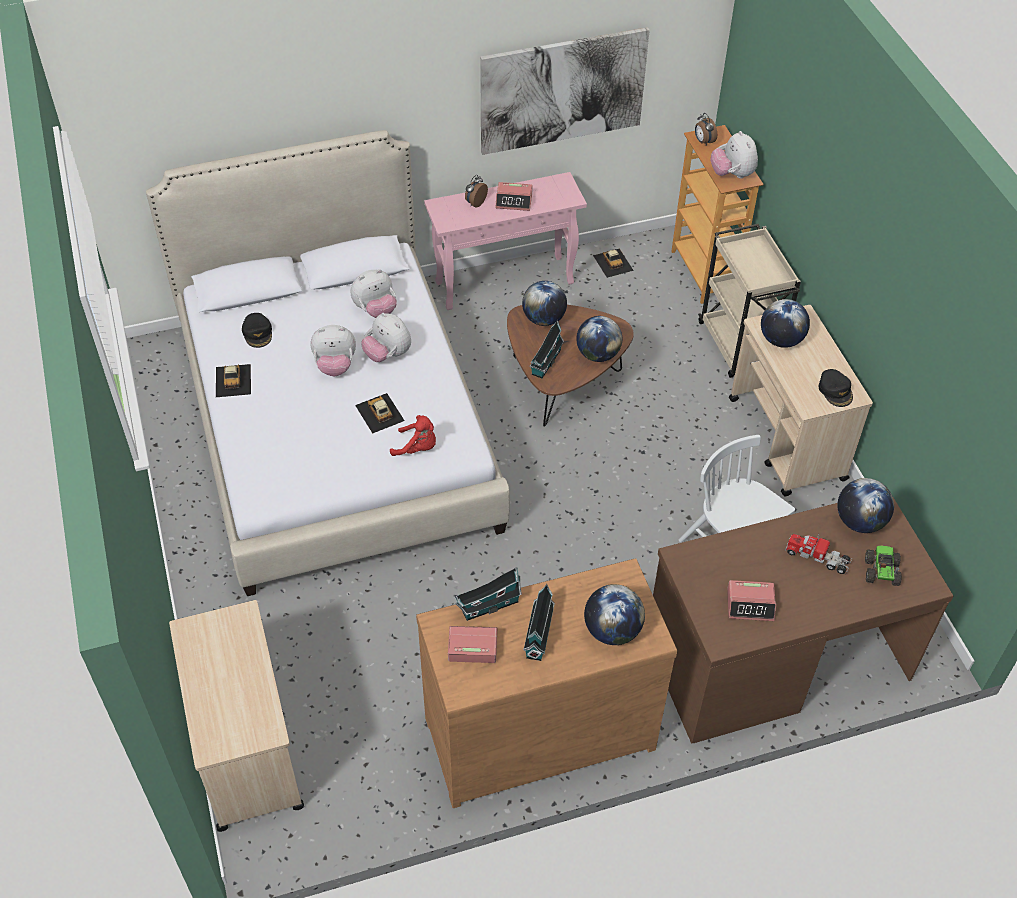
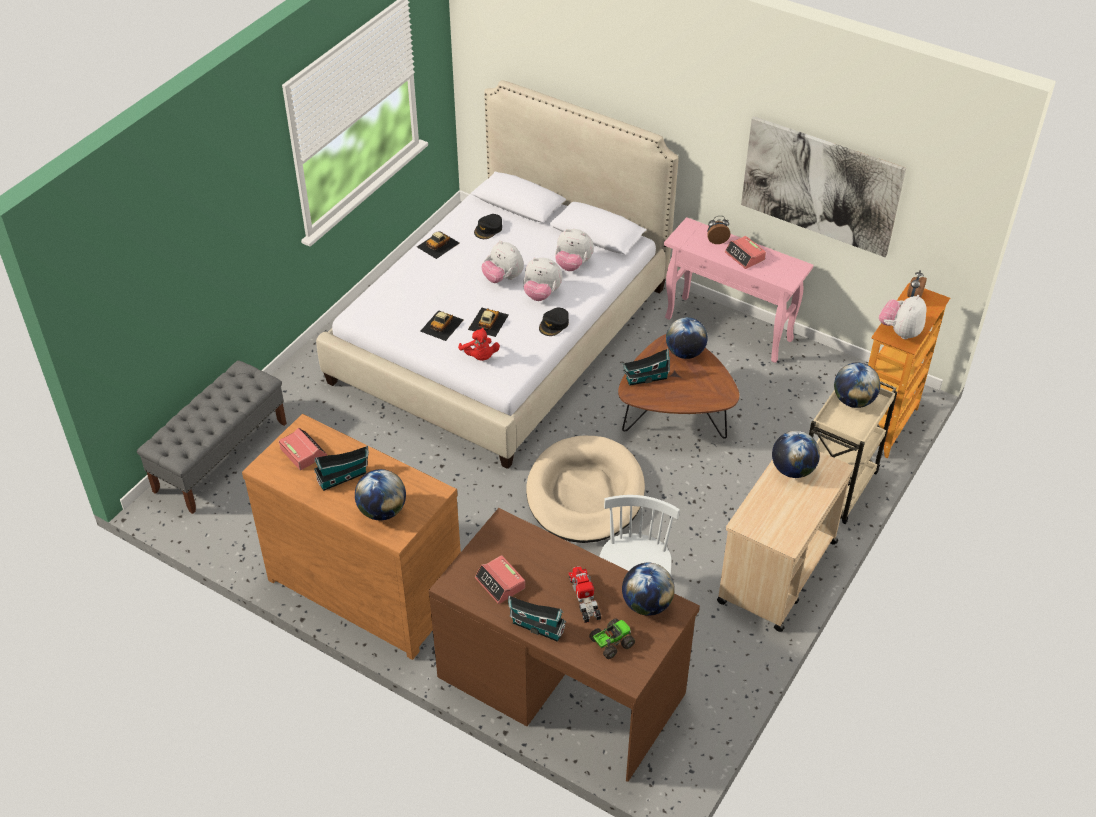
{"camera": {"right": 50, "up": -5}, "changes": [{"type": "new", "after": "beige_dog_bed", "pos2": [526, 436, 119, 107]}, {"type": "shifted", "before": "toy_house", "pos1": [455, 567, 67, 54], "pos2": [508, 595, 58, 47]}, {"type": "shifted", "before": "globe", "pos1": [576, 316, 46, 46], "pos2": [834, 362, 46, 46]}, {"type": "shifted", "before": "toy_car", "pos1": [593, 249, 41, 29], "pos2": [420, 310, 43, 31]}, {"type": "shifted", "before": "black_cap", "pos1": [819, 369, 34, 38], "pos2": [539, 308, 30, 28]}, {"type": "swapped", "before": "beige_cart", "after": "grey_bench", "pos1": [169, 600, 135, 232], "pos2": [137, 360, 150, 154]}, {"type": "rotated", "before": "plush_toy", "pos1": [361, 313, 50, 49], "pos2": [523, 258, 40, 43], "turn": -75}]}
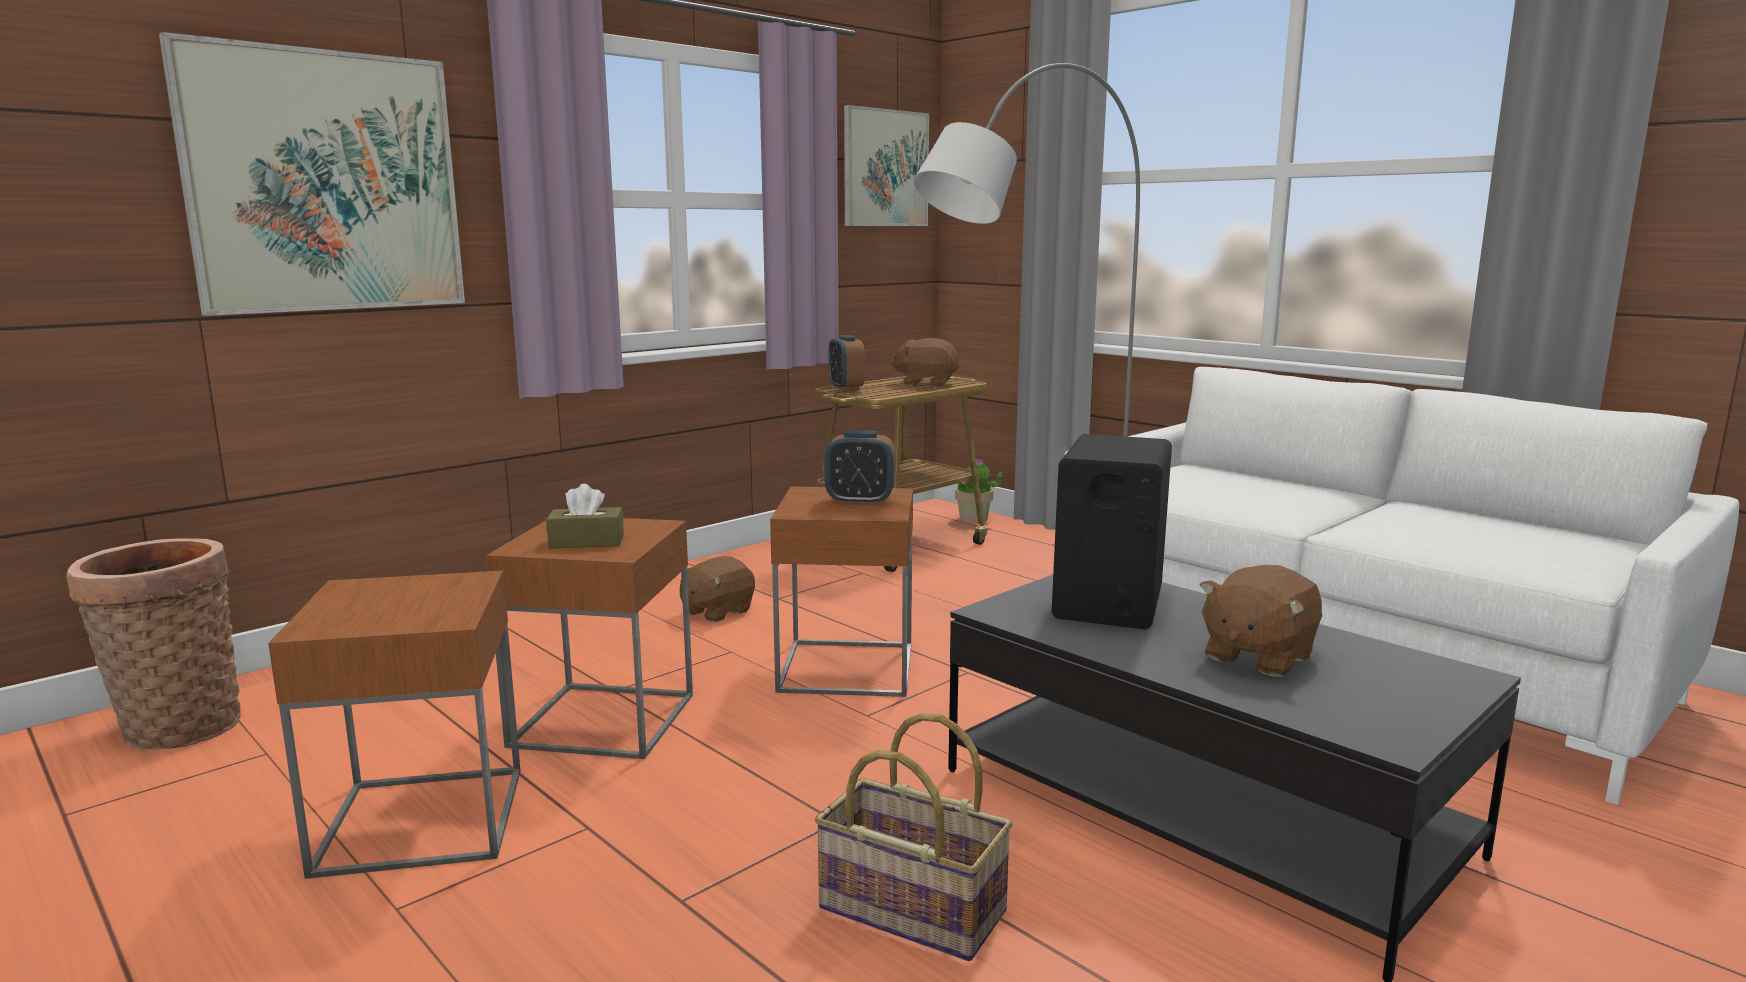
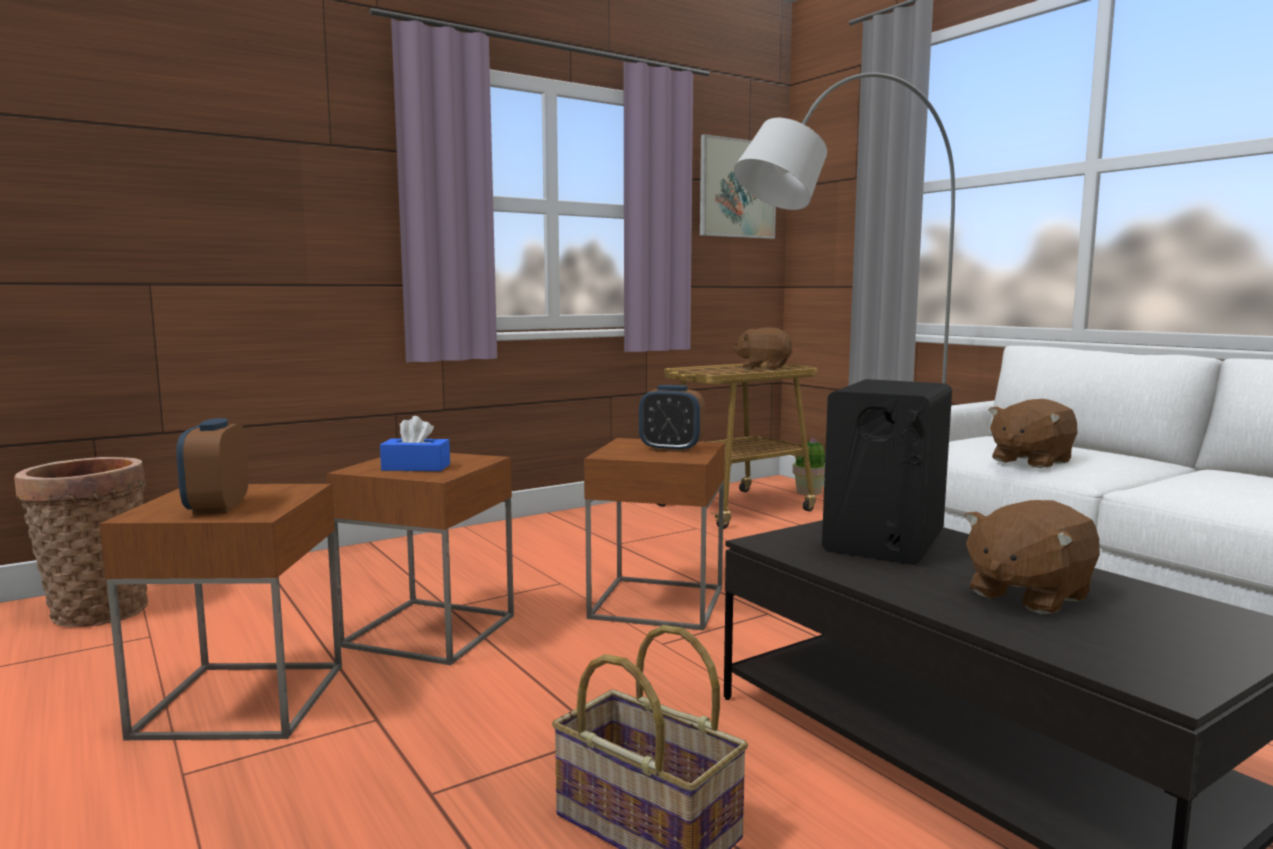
{"camera": {"right": 10, "up": -5}, "changes": [{"type": "gone", "before": "picture", "pos1": [159, 32, 306, 284]}, {"type": "shifted", "before": "brown_plush_toy", "pos1": [680, 556, 75, 67], "pos2": [989, 399, 89, 69]}, {"type": "shifted", "before": "alarm_clock", "pos1": [829, 335, 36, 56], "pos2": [176, 418, 73, 97]}, {"type": "repainted", "before": "brown_tissue_box", "after": "blue_tissue_box", "pos1": [546, 484, 78, 64], "pos2": [380, 416, 70, 55]}]}
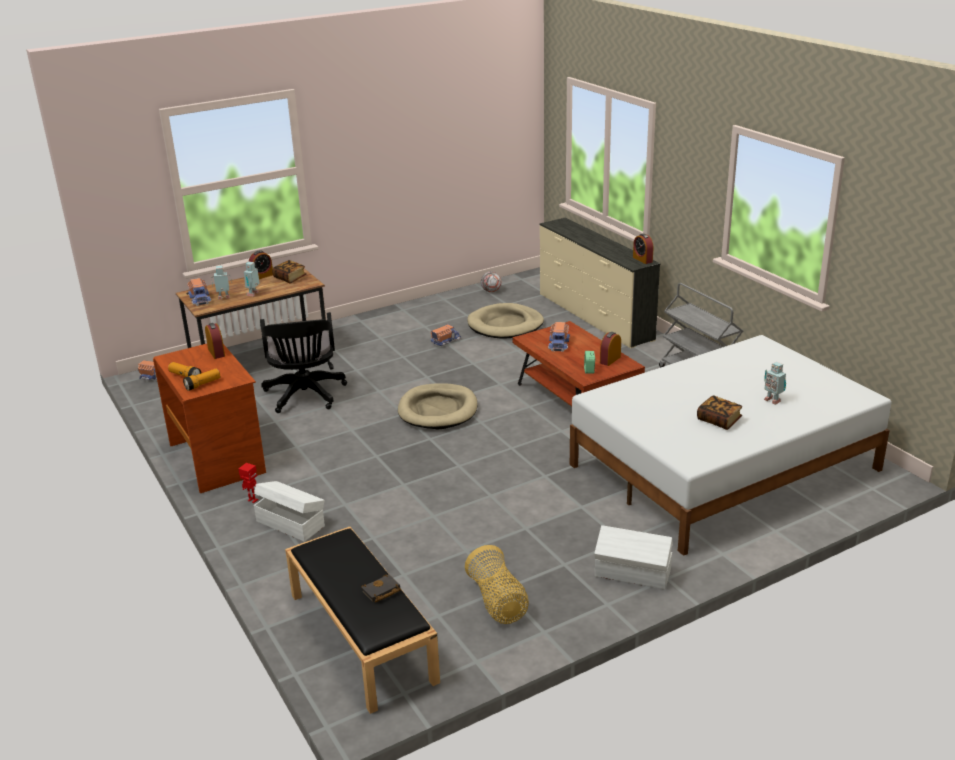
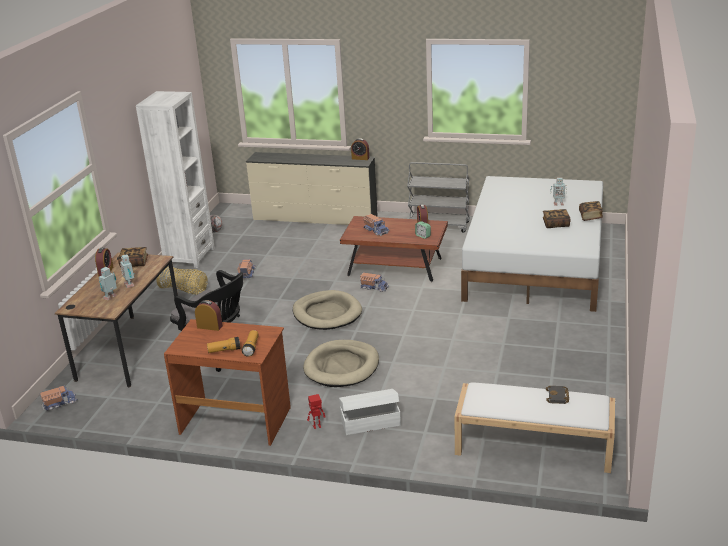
{"camera": {"right": -45, "up": 0}, "changes": [{"type": "gone", "before": "white_storage_box", "pos1": [594, 525, 79, 64]}, {"type": "new", "after": "white_bookcase", "pos2": [136, 91, 79, 177]}, {"type": "new", "after": "book", "pos2": [579, 201, 24, 20]}, {"type": "shifted", "before": "toy_truck", "pos1": [187, 278, 24, 28], "pos2": [360, 273, 29, 19]}, {"type": "shifted", "before": "basket", "pos1": [465, 545, 64, 79], "pos2": [156, 265, 52, 30]}, {"type": "shifted", "before": "beige_dog_bed", "pos1": [467, 303, 77, 36], "pos2": [303, 340, 76, 47]}, {"type": "repainted", "before": "black_bench", "after": "white_bench", "pos1": [285, 527, 155, 187], "pos2": [454, 382, 161, 91]}]}
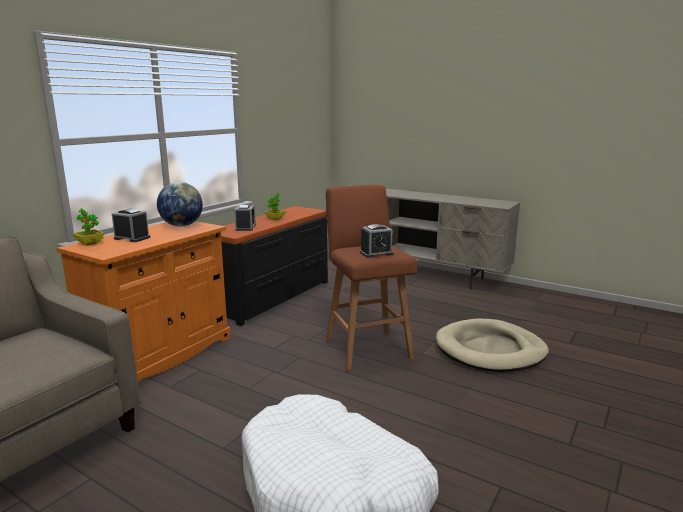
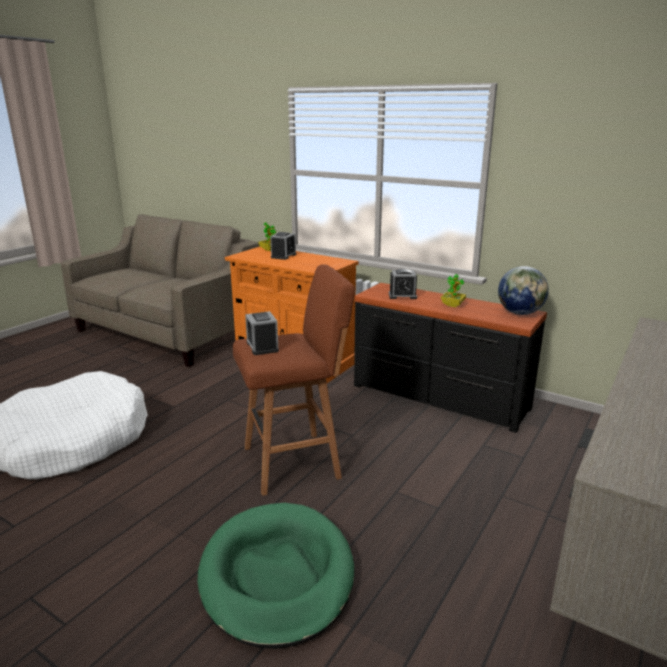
{"camera": {"right": 90, "up": 5}, "changes": [{"type": "shifted", "before": "globe", "pos1": [157, 182, 46, 45], "pos2": [498, 266, 51, 49]}, {"type": "repainted", "before": "beige_dog_bed", "after": "green_dog_bed", "pos1": [436, 319, 113, 53], "pos2": [198, 503, 156, 146]}]}
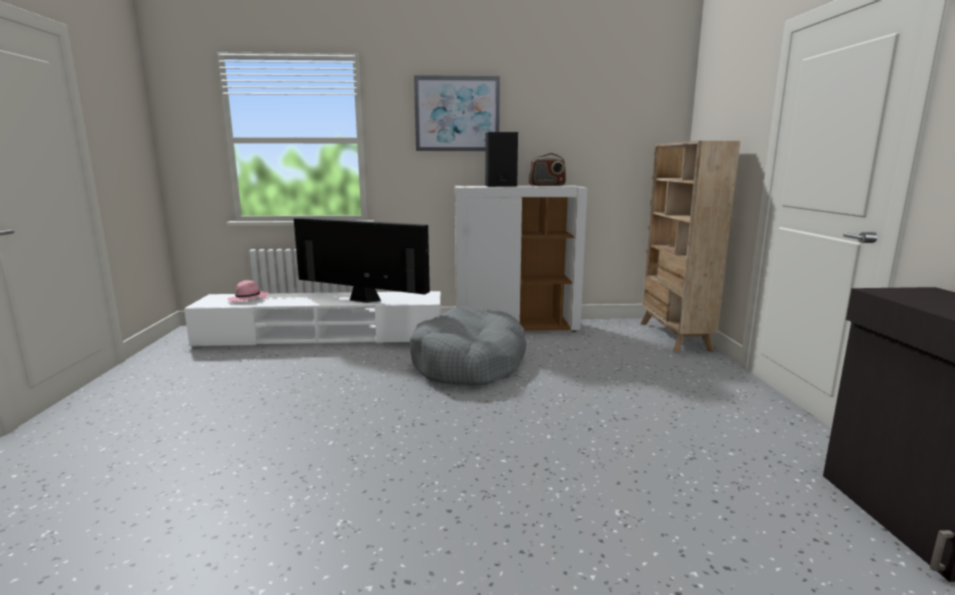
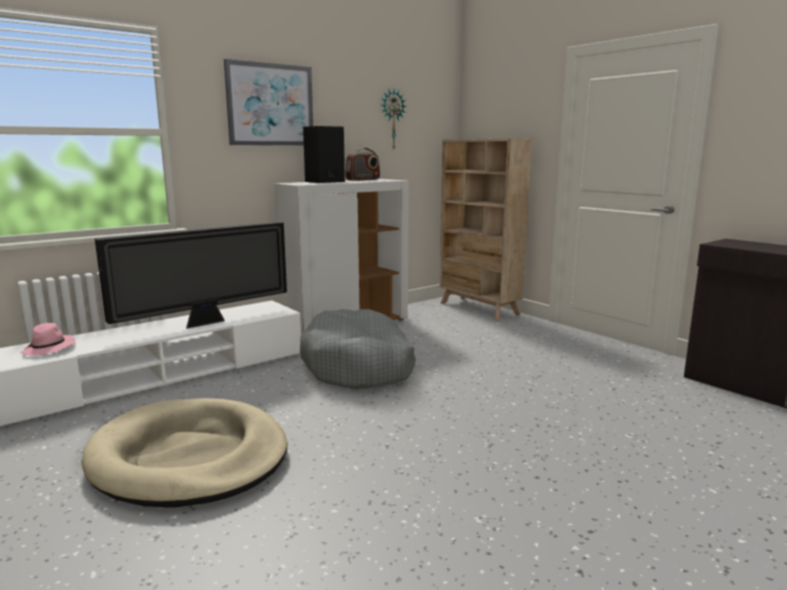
{"camera": {"right": -35, "up": 0}, "changes": [{"type": "new", "after": "beige_dog_bed", "pos2": [82, 398, 205, 109]}, {"type": "new", "after": "wall_clock", "pos2": [382, 89, 25, 60]}, {"type": "rotated", "before": "television", "pos1": [294, 218, 136, 85], "pos2": [95, 222, 192, 107], "turn": 150}]}
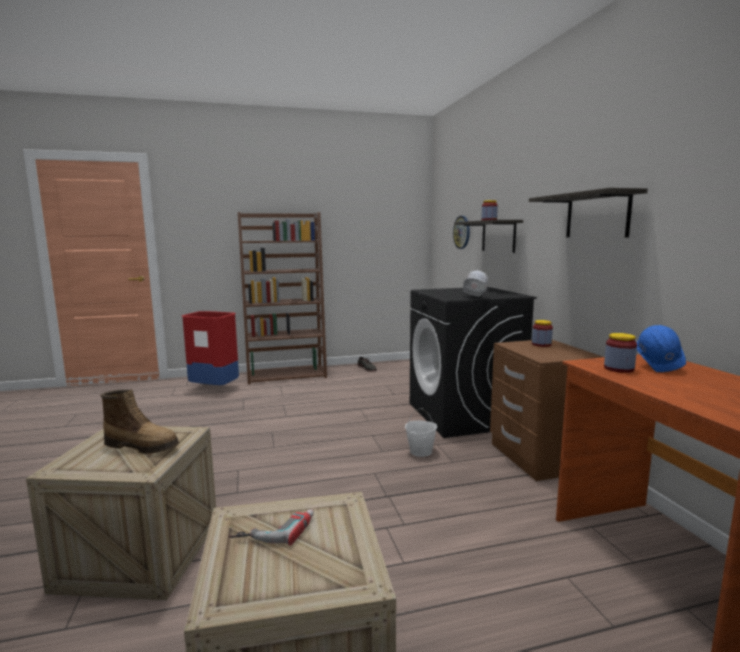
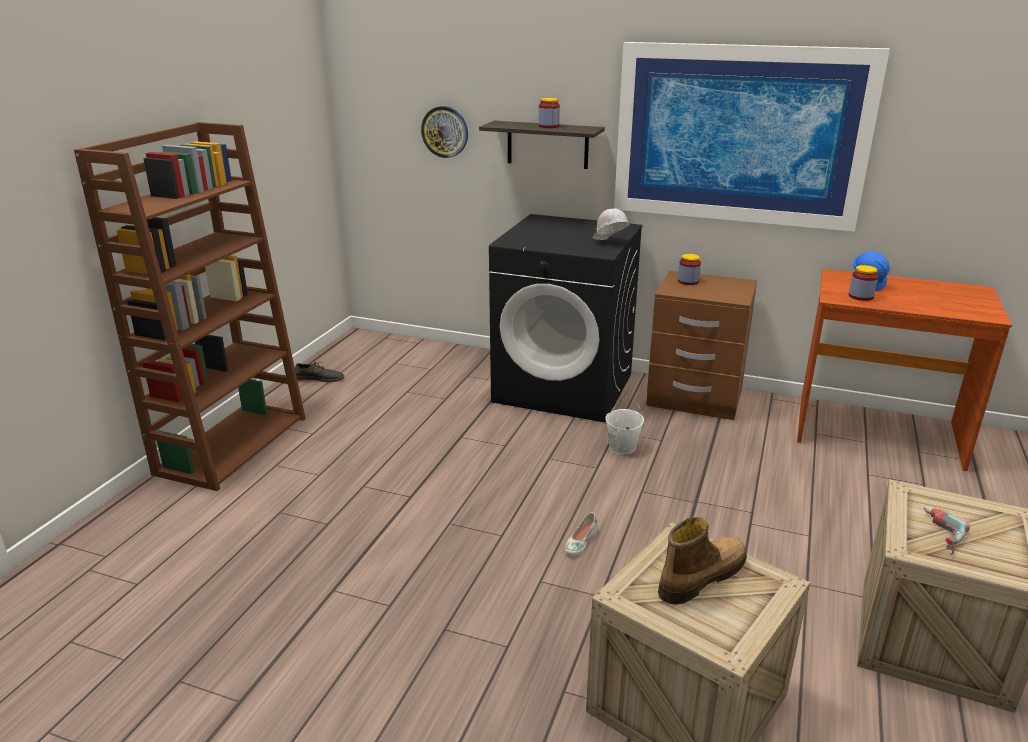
{"camera": {"right": -55, "up": 15}, "changes": [{"type": "gone", "before": "red_trash_can", "pos1": [182, 311, 57, 74]}, {"type": "new", "after": "white_shoe", "pos2": [565, 513, 33, 43]}, {"type": "swapped", "before": "shelf", "after": "picture", "pos1": [529, 188, 119, 50], "pos2": [614, 42, 276, 190]}]}
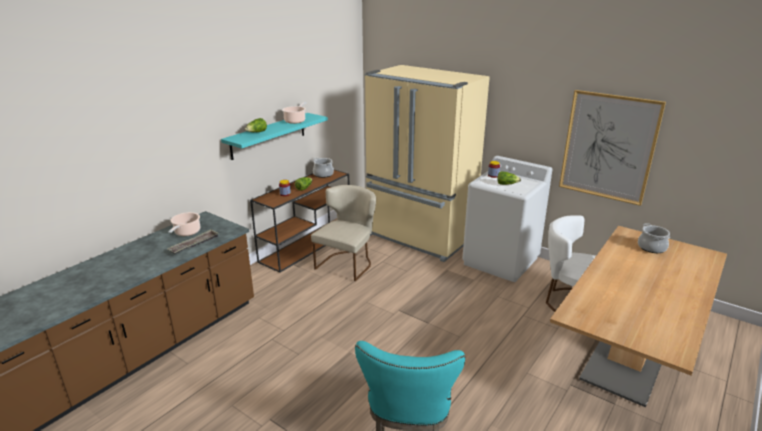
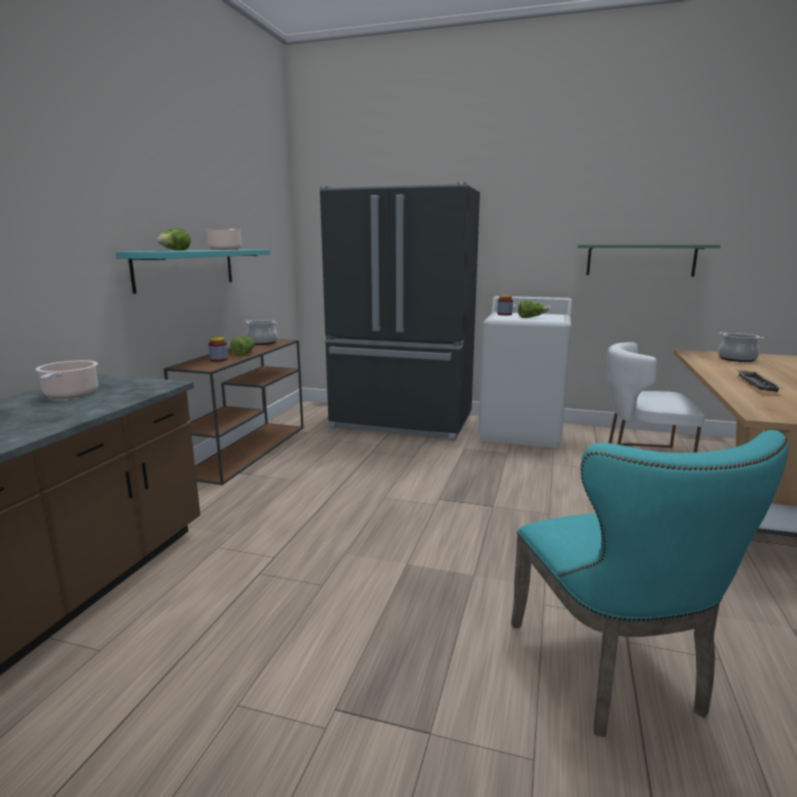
{"camera": {"right": -20, "up": -10}, "changes": [{"type": "gone", "before": "beige_chair", "pos1": [311, 185, 65, 96]}, {"type": "shifted", "before": "tray", "pos1": [167, 230, 51, 24], "pos2": [736, 369, 47, 23]}, {"type": "swapped", "before": "picture", "after": "green_shelf", "pos1": [559, 90, 107, 116], "pos2": [577, 244, 144, 33]}, {"type": "repainted", "before": "beige_fridge", "after": "black_fridge", "pos1": [365, 65, 125, 197], "pos2": [319, 182, 161, 259]}]}
